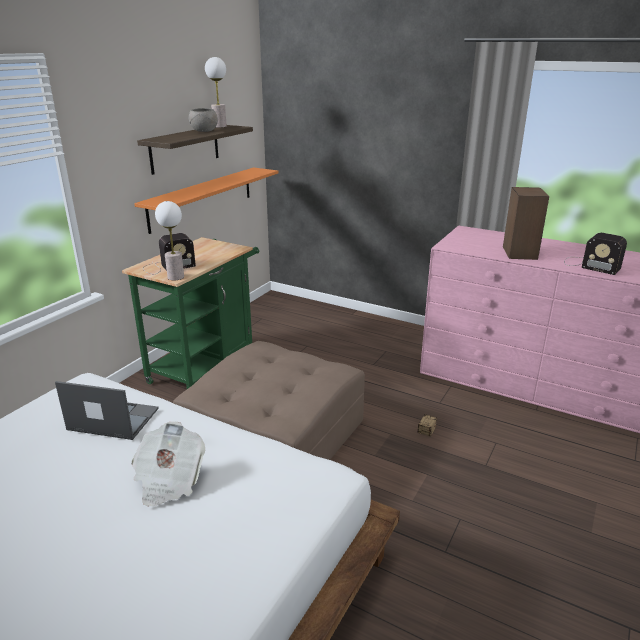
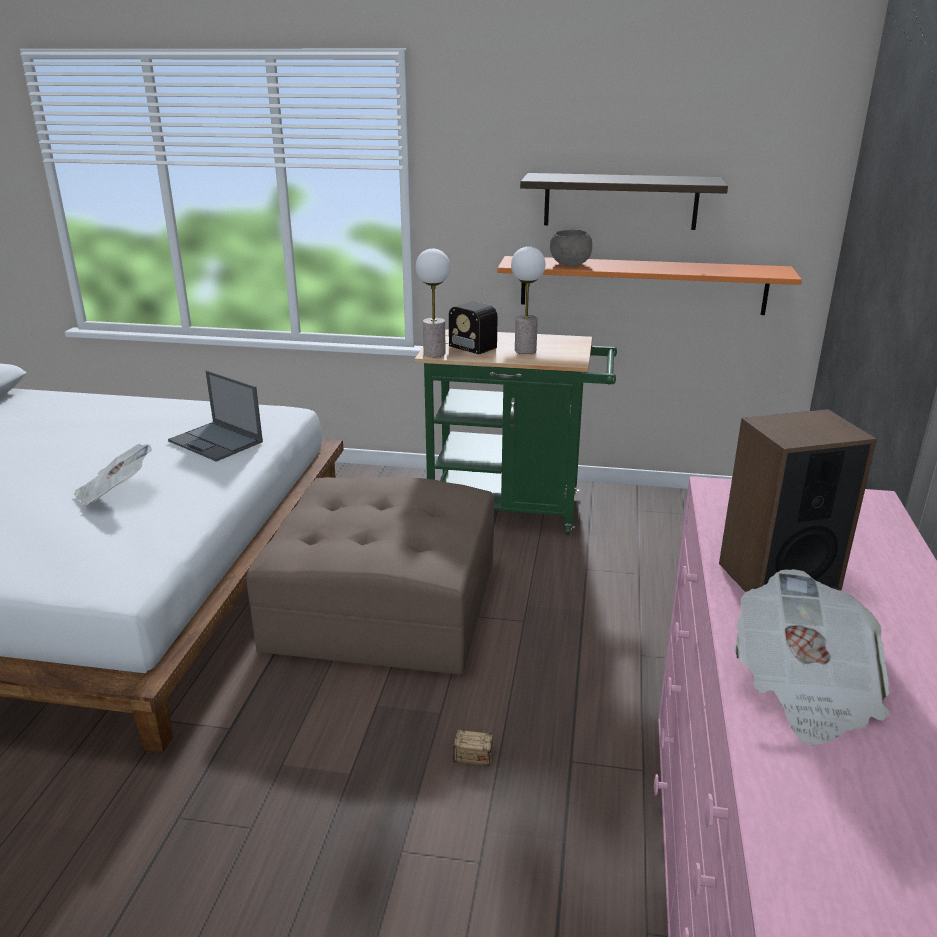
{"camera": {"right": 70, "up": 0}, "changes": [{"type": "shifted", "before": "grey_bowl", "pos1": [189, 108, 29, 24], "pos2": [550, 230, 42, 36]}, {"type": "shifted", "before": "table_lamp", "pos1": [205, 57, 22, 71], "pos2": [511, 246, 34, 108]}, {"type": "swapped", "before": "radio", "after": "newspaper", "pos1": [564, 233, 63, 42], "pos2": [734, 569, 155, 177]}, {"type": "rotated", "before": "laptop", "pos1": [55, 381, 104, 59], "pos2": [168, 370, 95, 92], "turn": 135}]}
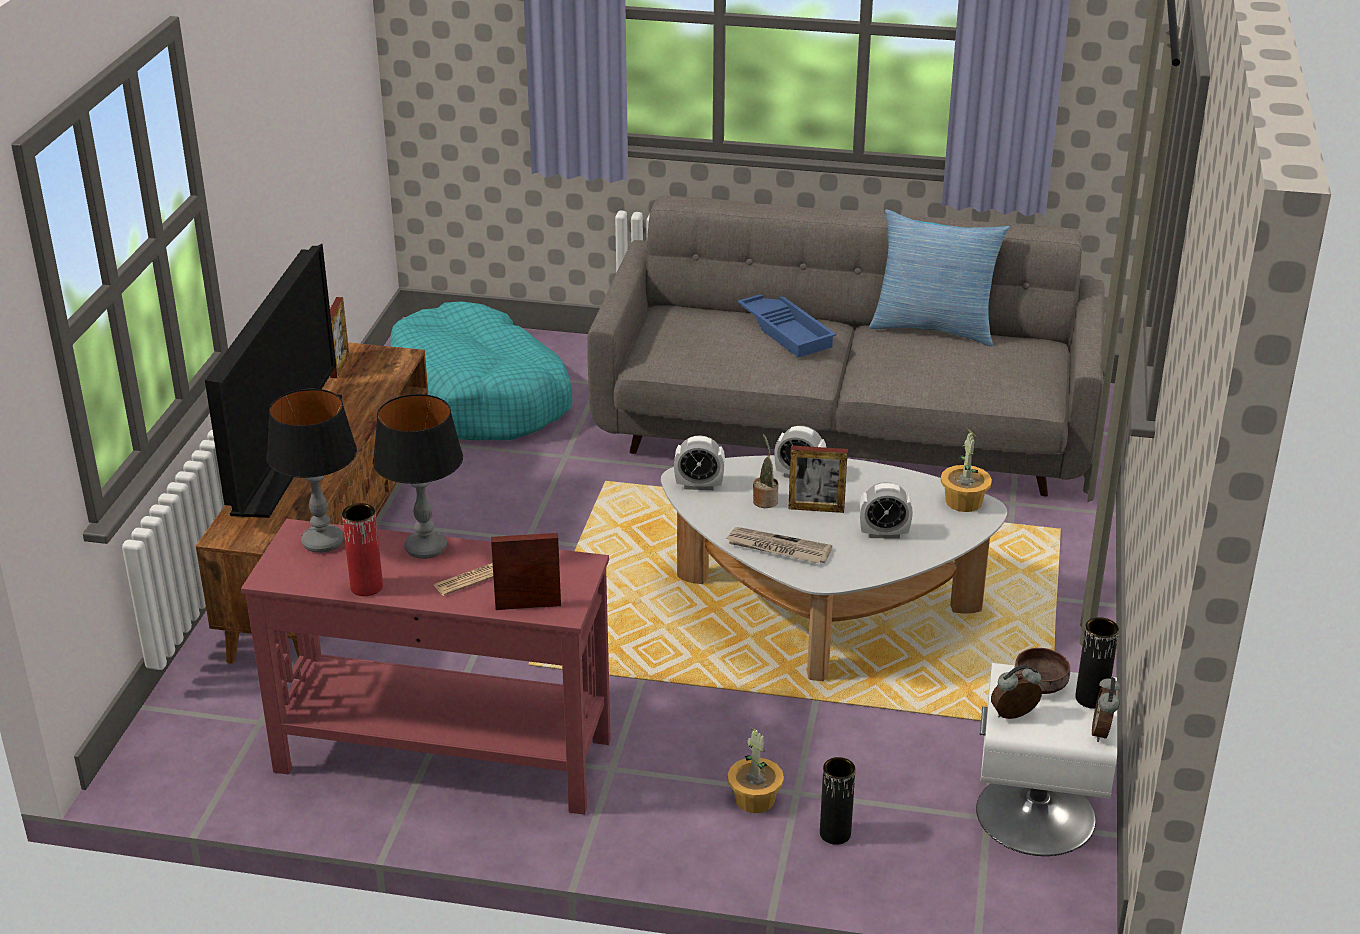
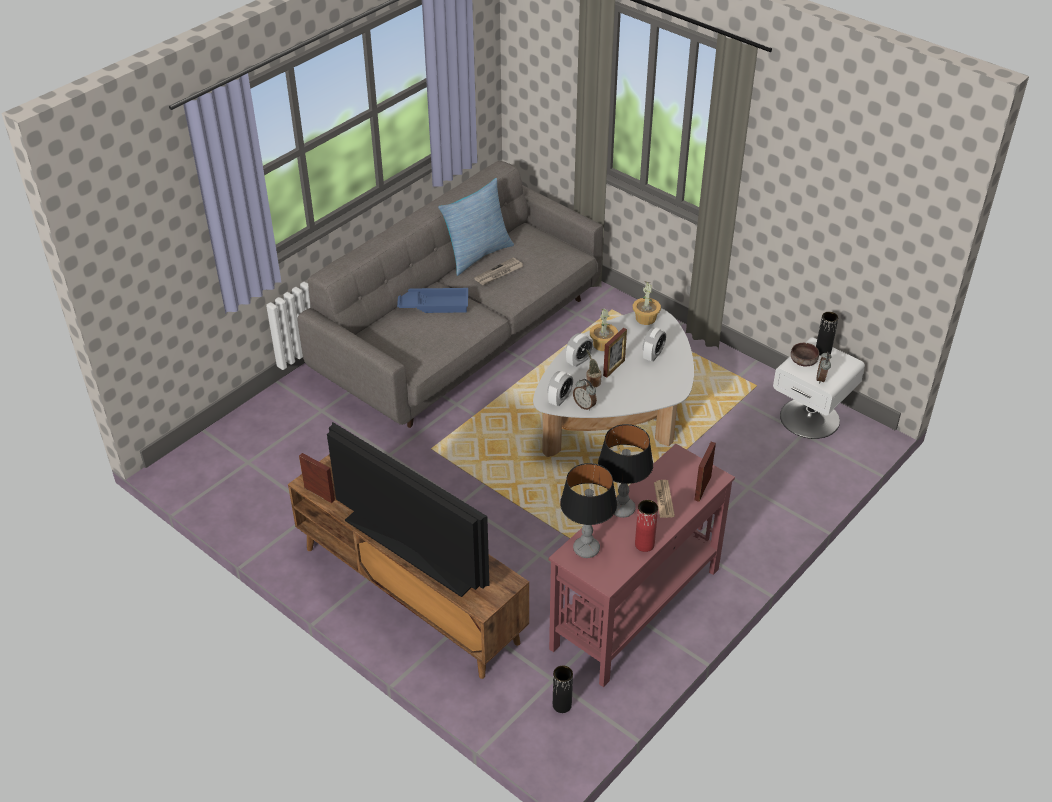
{"camera": {"right": -60, "up": 10}, "changes": [{"type": "gone", "before": "turquoise_dog_bed", "pos1": [391, 301, 182, 139]}, {"type": "shifted", "before": "newspaper", "pos1": [726, 527, 106, 37], "pos2": [474, 257, 49, 28]}, {"type": "shifted", "before": "potted_plant", "pos1": [727, 728, 57, 85], "pos2": [590, 309, 28, 42]}, {"type": "shifted", "before": "black_vase", "pos1": [820, 757, 35, 88], "pos2": [553, 665, 20, 48]}, {"type": "shifted", "before": "alarm_clock", "pos1": [1092, 677, 28, 65], "pos2": [573, 379, 24, 32]}]}
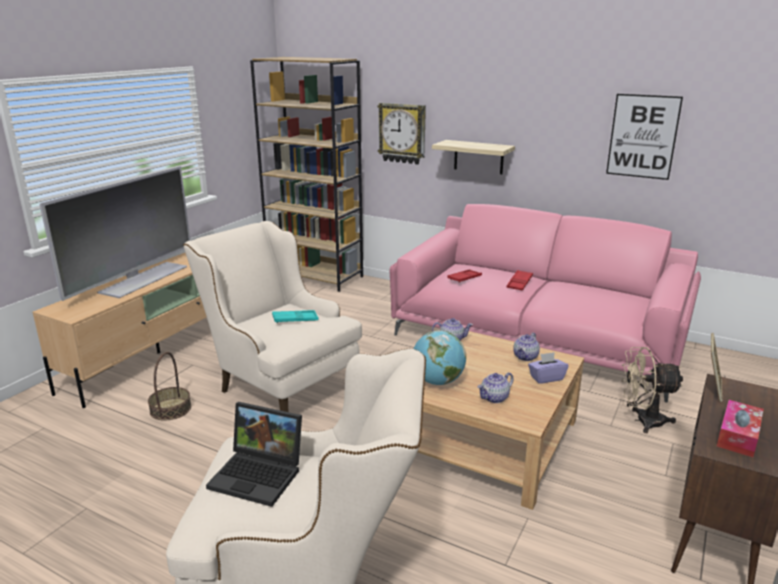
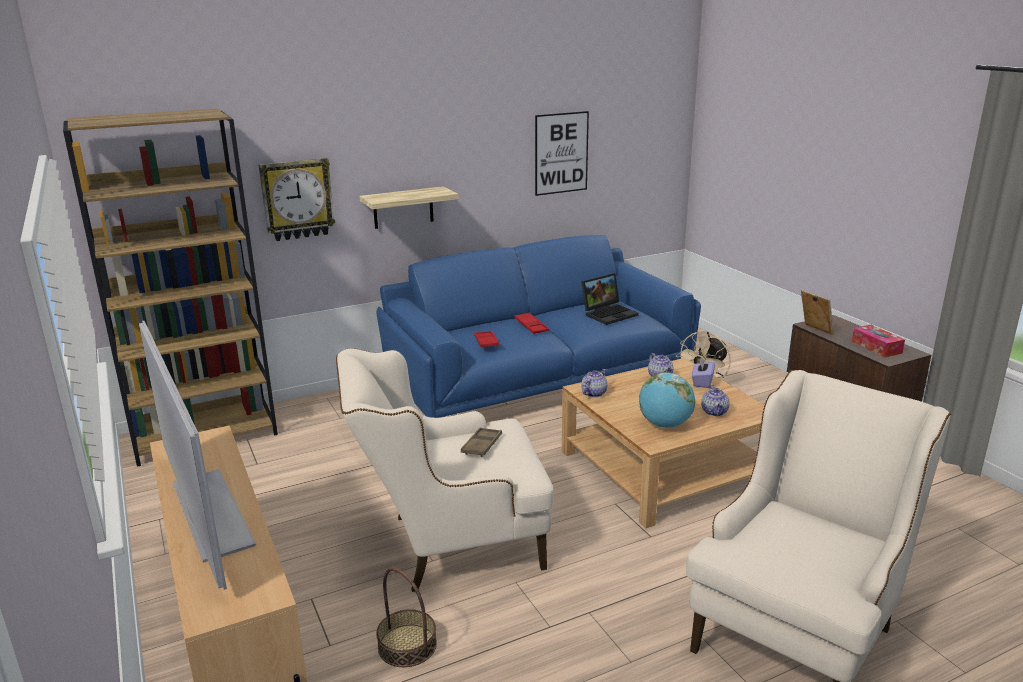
{"camera": {"right": -55, "up": 0}, "changes": [{"type": "shifted", "before": "laptop", "pos1": [206, 402, 96, 105], "pos2": [581, 273, 57, 52]}, {"type": "repainted", "before": "turquoise_tray", "after": "brown_tray", "pos1": [272, 310, 46, 13], "pos2": [461, 427, 41, 30]}, {"type": "repainted", "before": "pink_sofa", "after": "blue_sofa", "pos1": [389, 204, 312, 199], "pos2": [376, 235, 325, 183]}]}
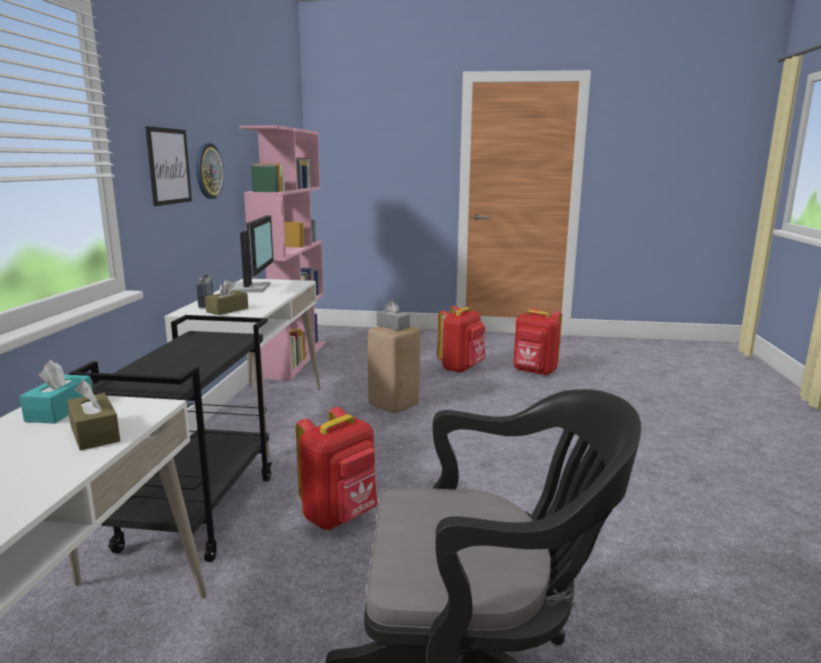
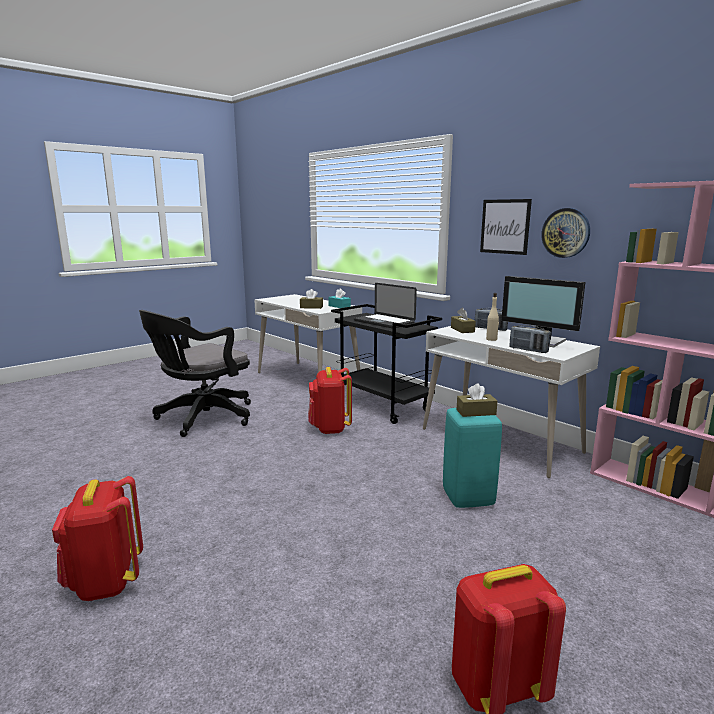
{"camera": {"right": 130, "up": 0}, "changes": [{"type": "new", "after": "laptop", "pos2": [354, 283, 63, 46]}, {"type": "new", "after": "beige_bottle", "pos2": [486, 293, 13, 48]}, {"type": "new", "after": "radio", "pos2": [509, 325, 42, 28]}, {"type": "shifted", "before": "red_backpack", "pos1": [437, 306, 48, 67], "pos2": [52, 476, 91, 125]}, {"type": "repainted", "before": "beige_stool", "after": "turquoise_stool", "pos1": [368, 326, 52, 87], "pos2": [443, 408, 59, 100]}, {"type": "repainted", "before": "grey_tissue_box", "after": "brown_tissue_box", "pos1": [377, 301, 33, 30], "pos2": [456, 383, 41, 34]}]}
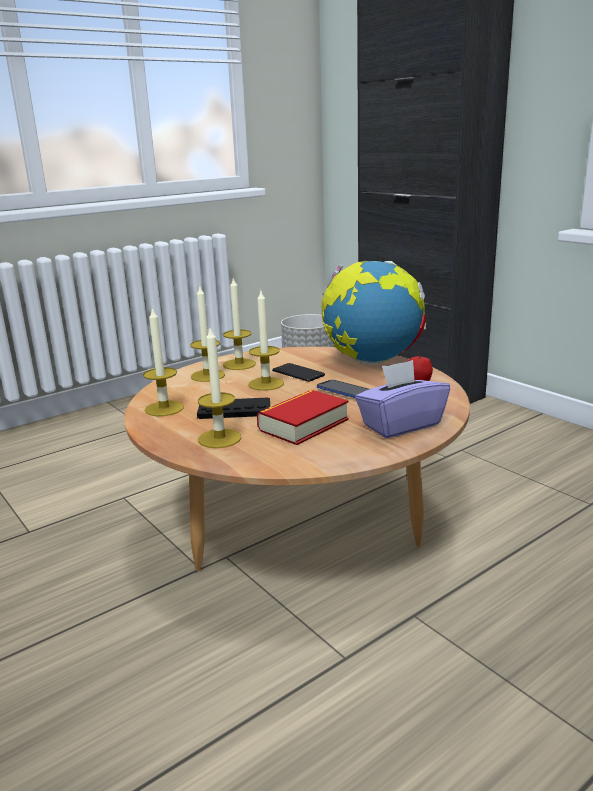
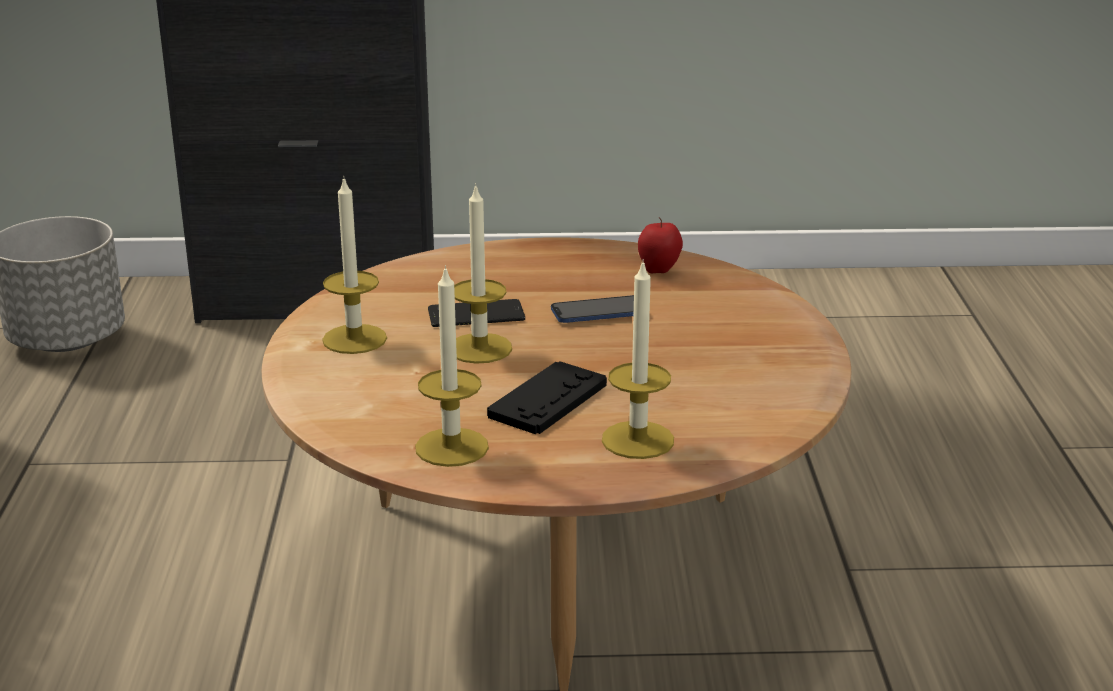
{"camera": {"right": -55, "up": 5}, "changes": [{"type": "gone", "before": "candle", "pos1": [190, 286, 35, 96]}, {"type": "gone", "before": "book", "pos1": [257, 390, 92, 55]}, {"type": "gone", "before": "globe", "pos1": [321, 261, 105, 103]}, {"type": "gone", "before": "purple_tissue_box", "pos1": [355, 360, 95, 78]}]}
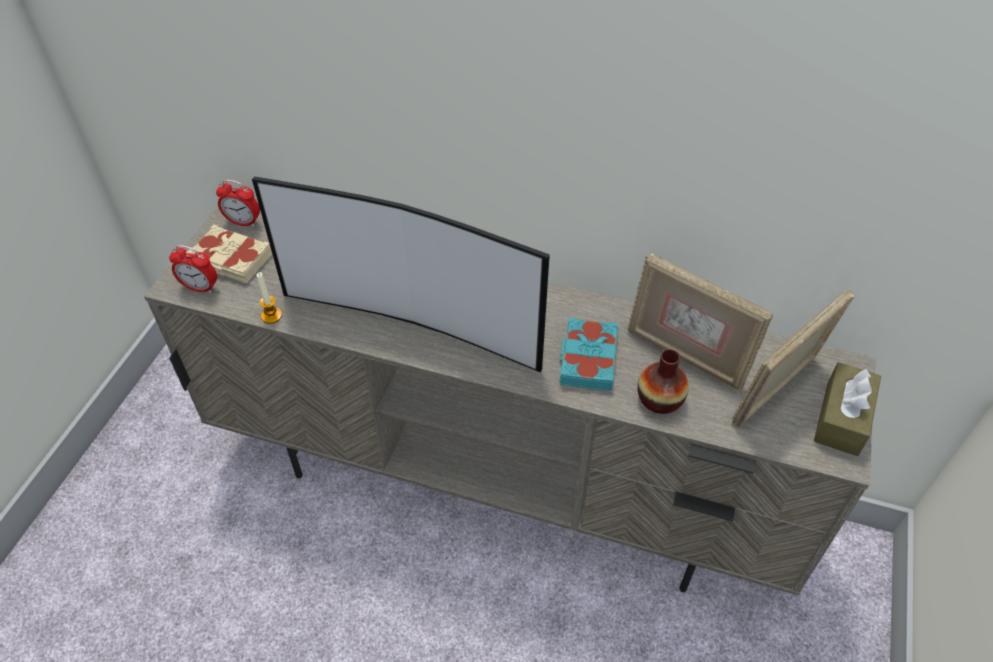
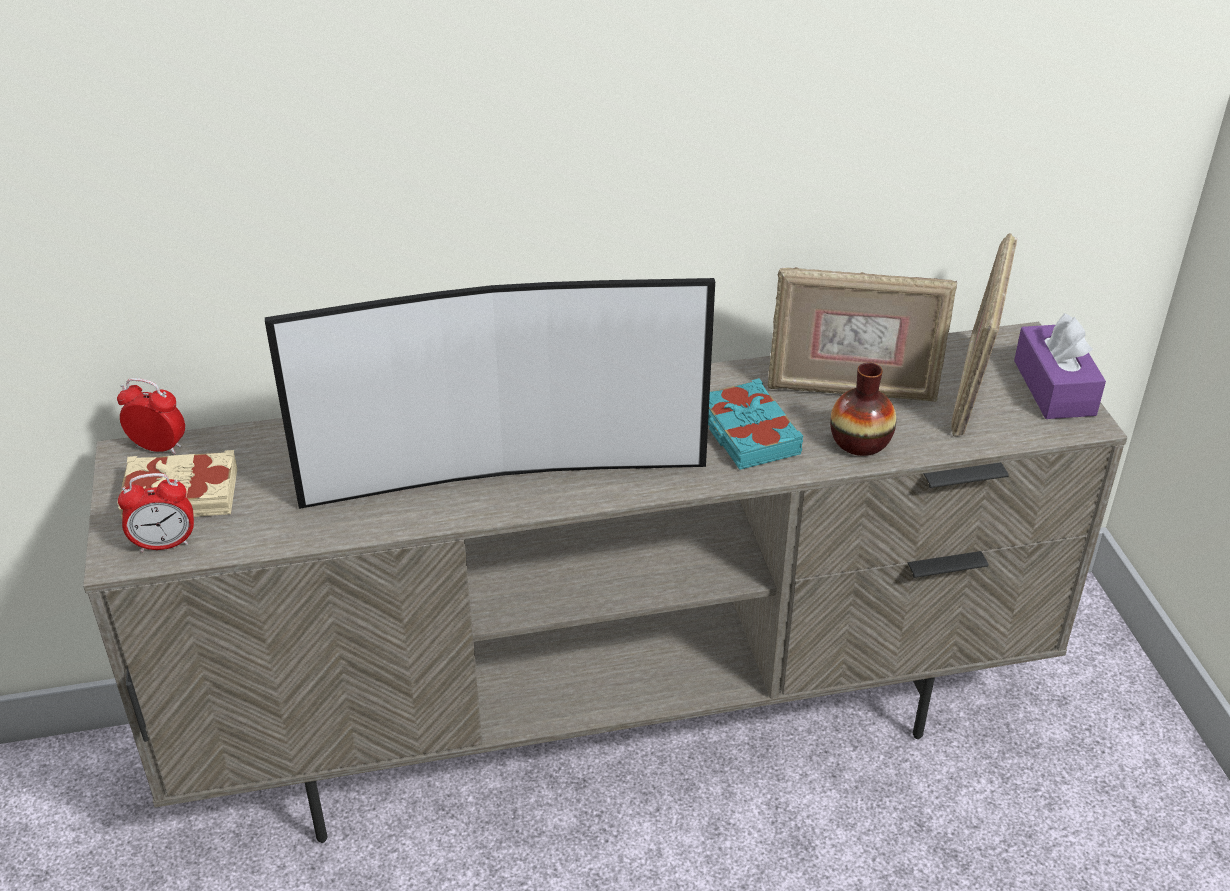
{"camera": {"right": -30, "up": -10}, "changes": [{"type": "gone", "before": "candle", "pos1": [256, 272, 26, 52]}, {"type": "repainted", "before": "brown_tissue_box", "after": "purple_tissue_box", "pos1": [814, 362, 67, 94], "pos2": [1014, 313, 92, 106]}, {"type": "rotated", "before": "alarm_clock", "pos1": [216, 179, 44, 48], "pos2": [117, 378, 68, 77], "turn": -150}]}
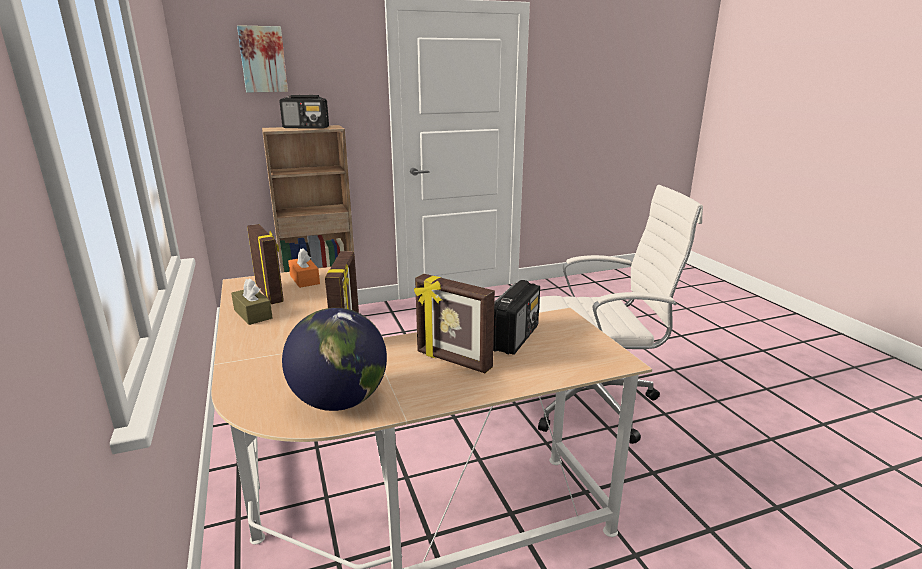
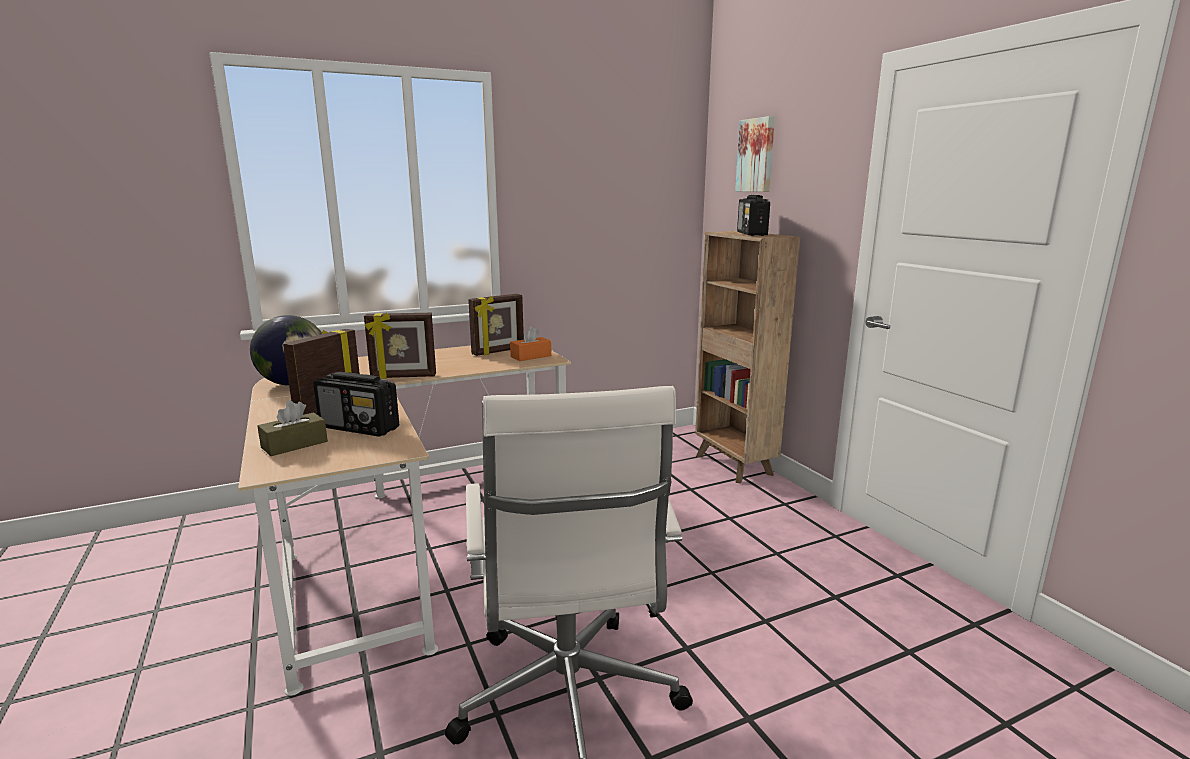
{"camera": {"right": 85, "up": -5}, "changes": [{"type": "shifted", "before": "brown_tissue_box", "pos1": [231, 278, 42, 47], "pos2": [257, 400, 71, 56]}]}
